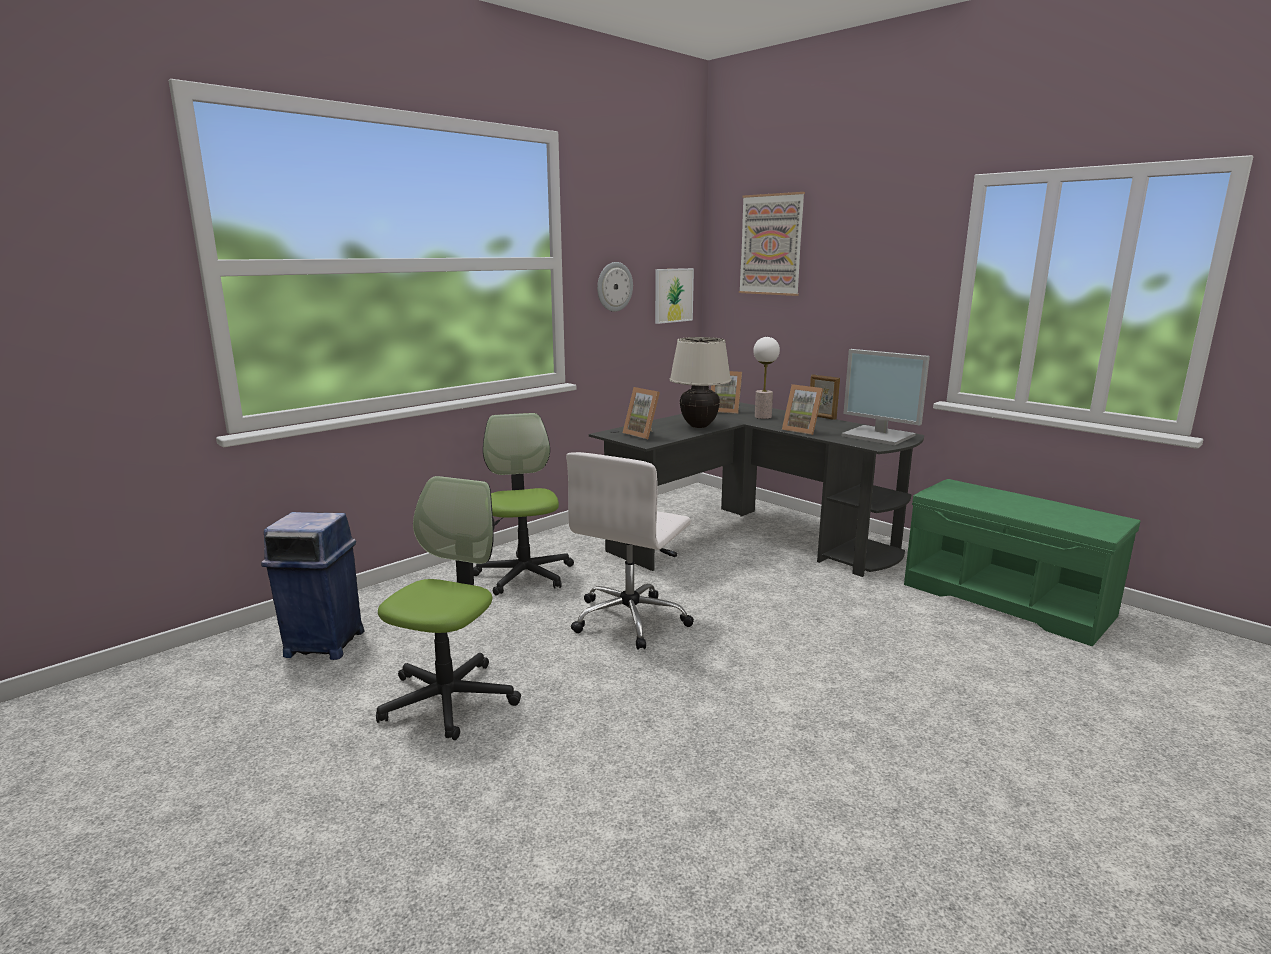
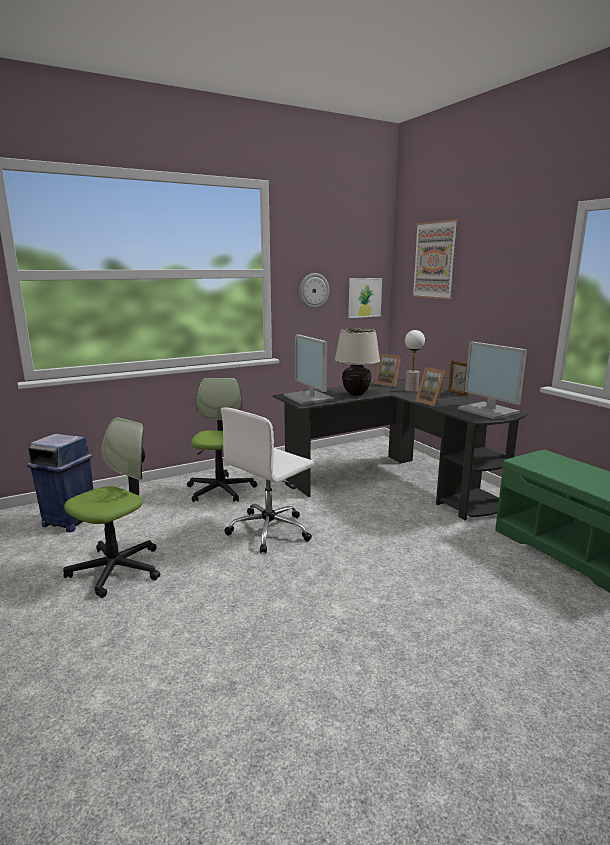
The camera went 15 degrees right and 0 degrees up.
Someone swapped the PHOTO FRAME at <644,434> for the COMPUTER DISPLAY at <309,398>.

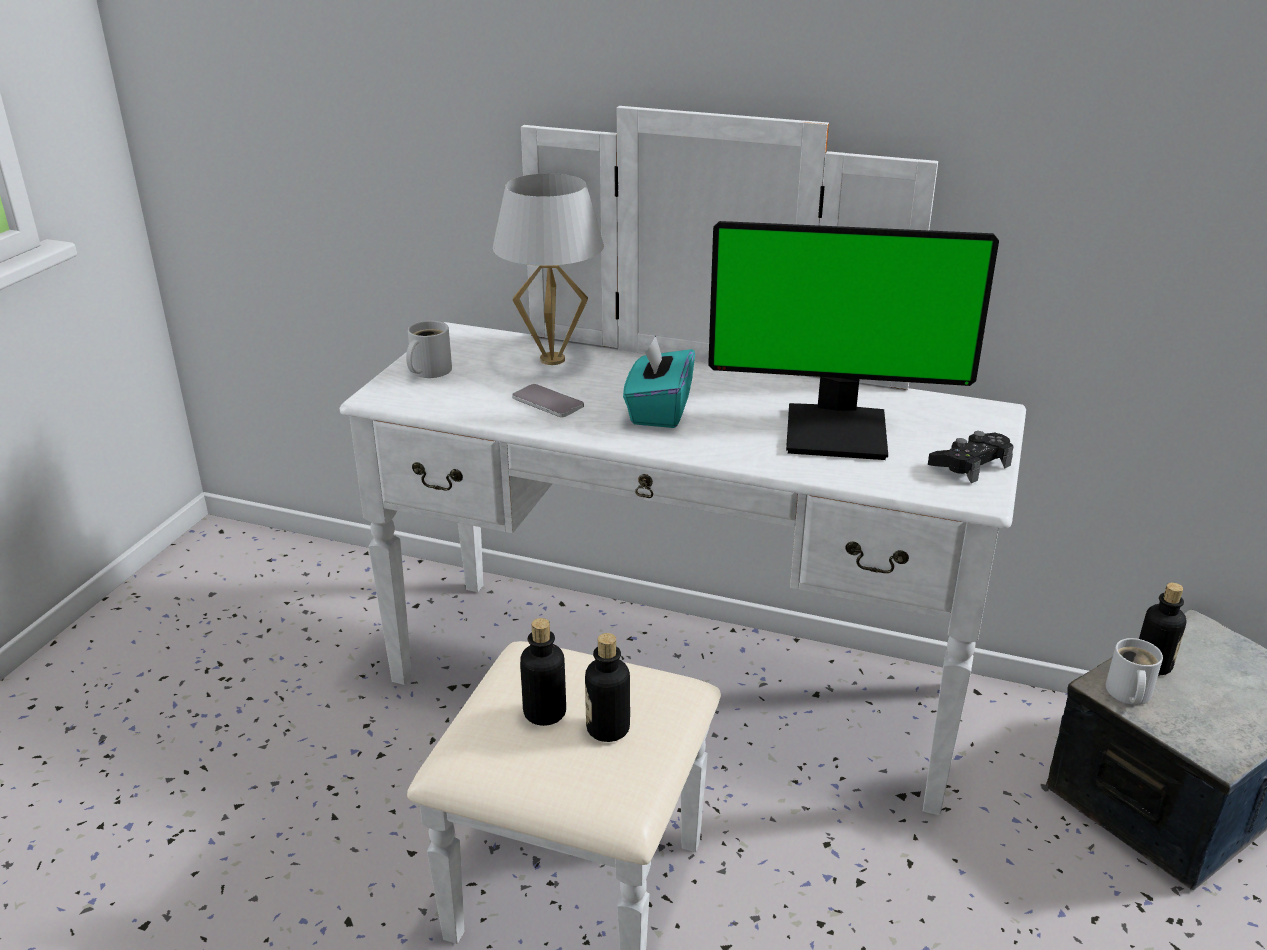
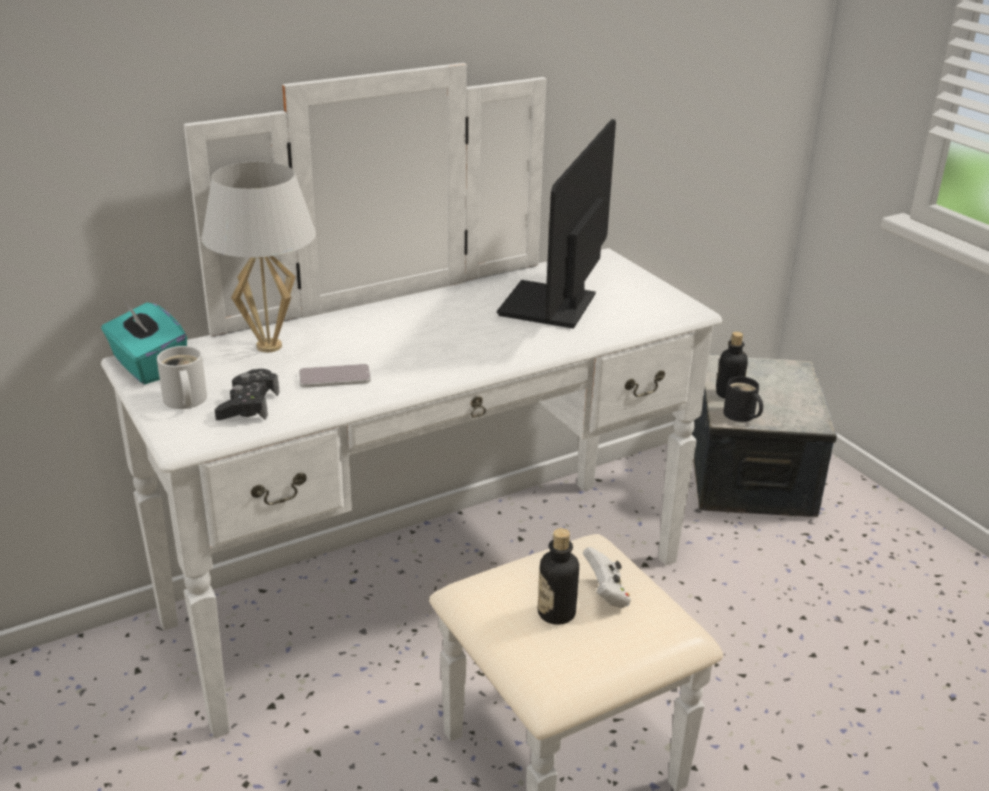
The camera went 50 degrees left and 0 degrees up.
Someone carried the BLUE-GREEN TISSUE BOX from <659,410> to <148,366>.
Someone carried the BLACK JOYPAD from <970,464> to <248,405>.
Someone rotated the COMPUTER DISPLAY at <838,431> by 150 degrees clockwise.
Someone swapped the BOTTLE at <608,728> for the WHITISH JOYPAD at <606,594>.
Someone repainted the WHITISH COFFEE MUG at <1127,693>, which became the BLACK COFFEE MUG at <740,415>.

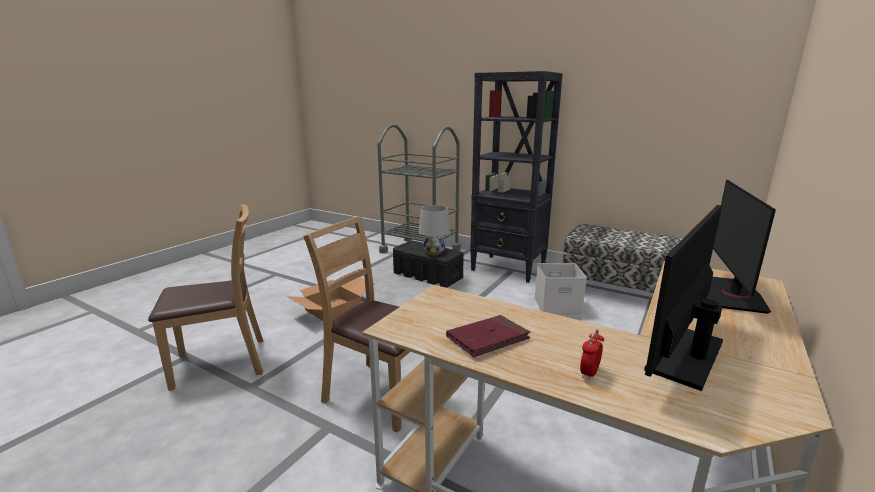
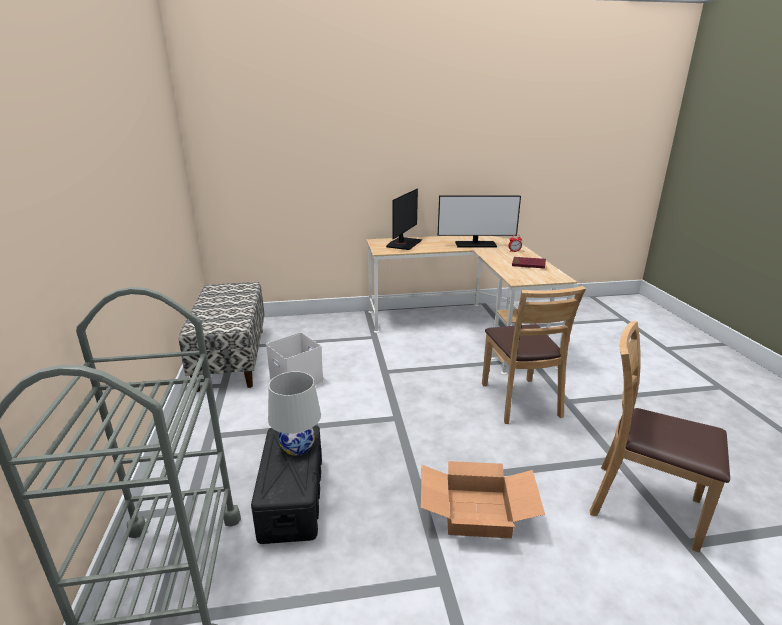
The camera went 130 degrees left and 5 degrees up.
Someone rotated the COMPUTER DISPLAY at <728,294> by 45 degrees counterclockwise.
Someone took away the BLACK BOOKCASE at <509,268>.

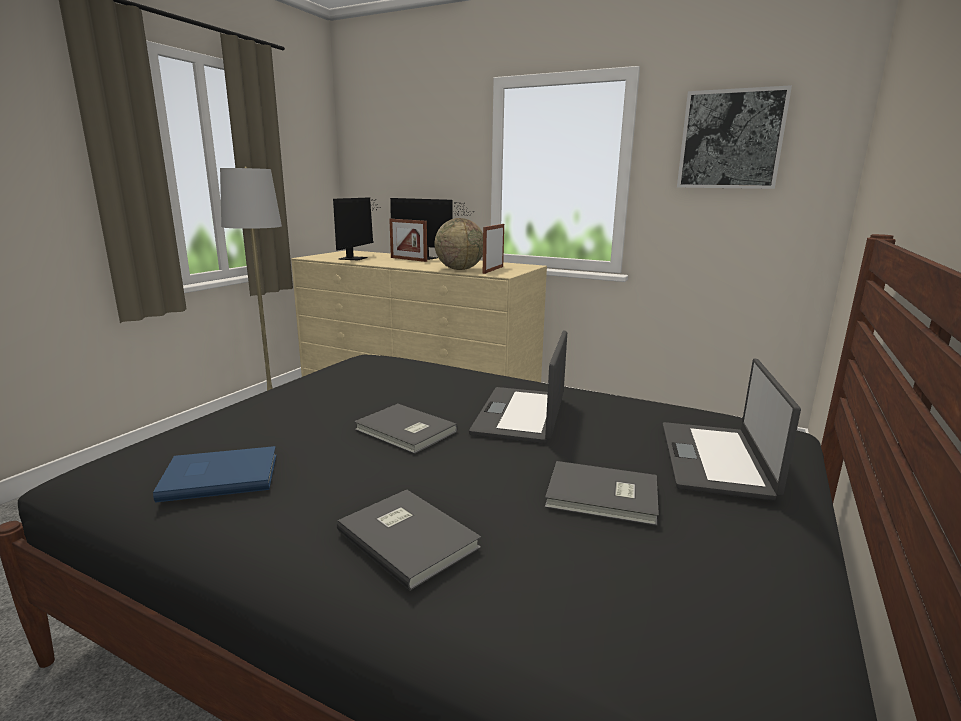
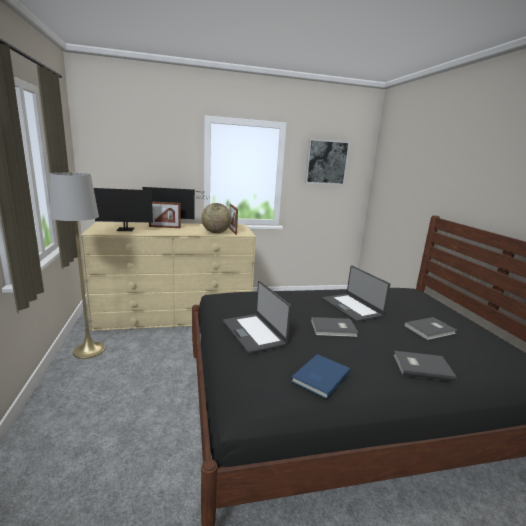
The camera went 40 degrees left and 0 degrees up.
Someone rotated the COMPUTER DISPLAY at <355,258> by 105 degrees clockwise.
Someone carried the PORTABLE COMPUTER from <716,459> to <254,332>.

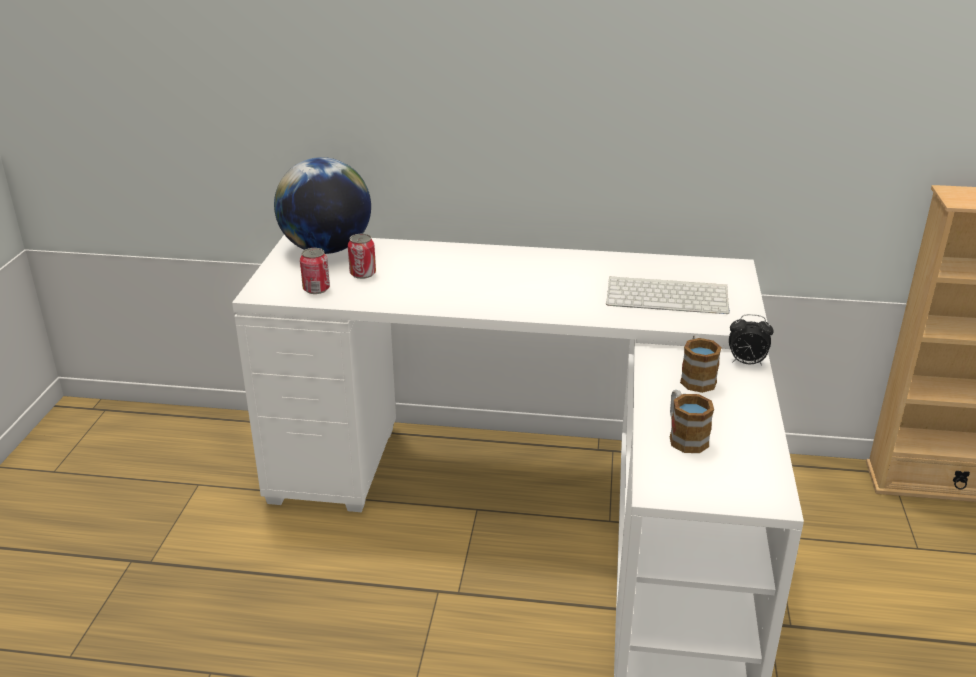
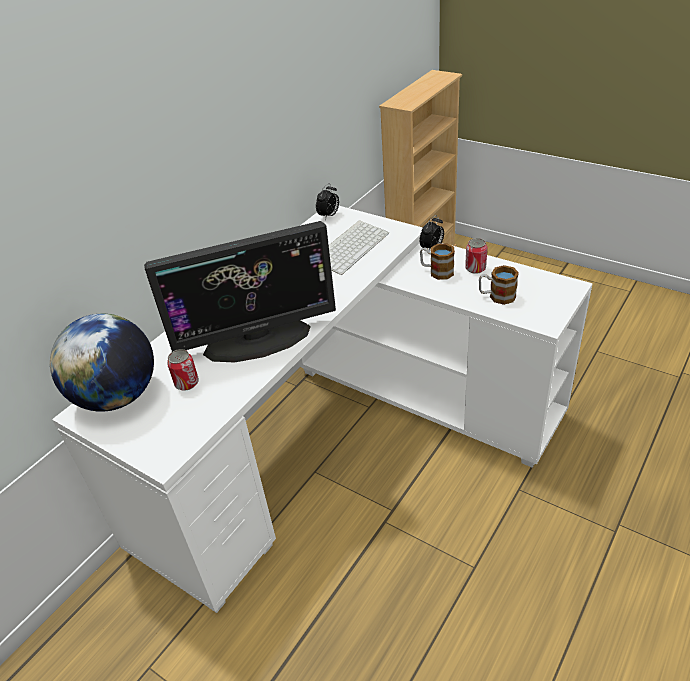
The camera went 60 degrees left and 10 degrees up.
Someone put down the COMPUTER DISPLAY at <257,339>.
Someone put down the ALARM CLOCK at <329,216>.
Someone carried the SEALED CAN from <316,289> to <475,268>.

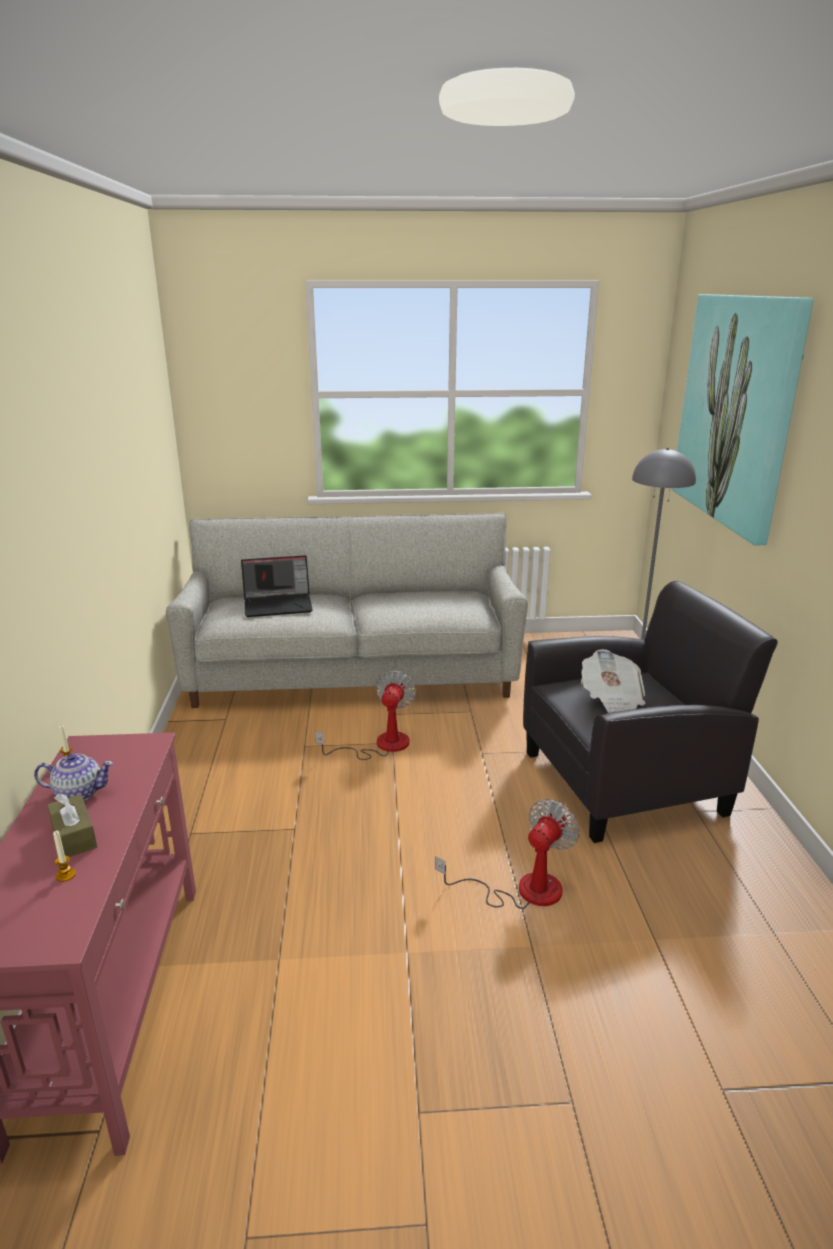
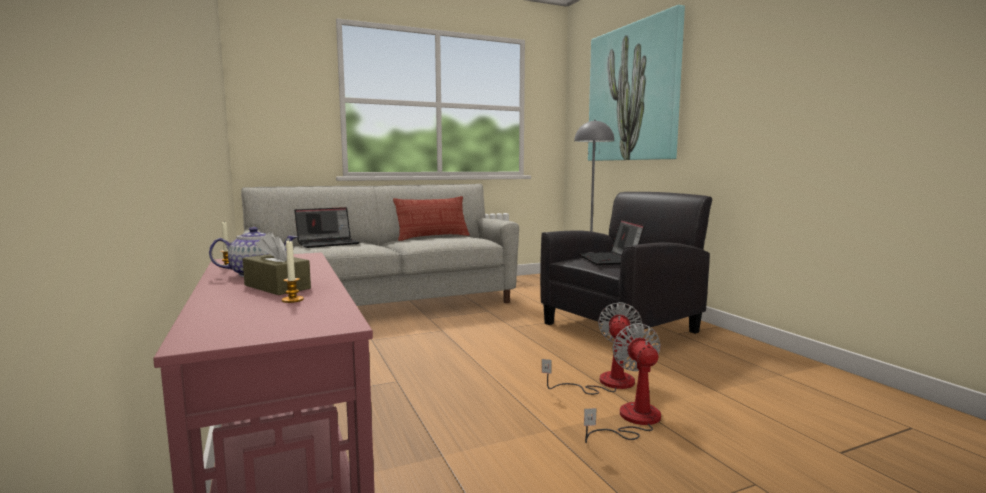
The camera went 20 degrees left and 15 degrees down.
Someone put down the PILLOW at <433,237>.
Someone swapped the DAILY PAPER at <611,699> for the PORTABLE COMPUTER at <609,259>.
Someone carried the COOLING FAN from <381,745> to <631,420>.

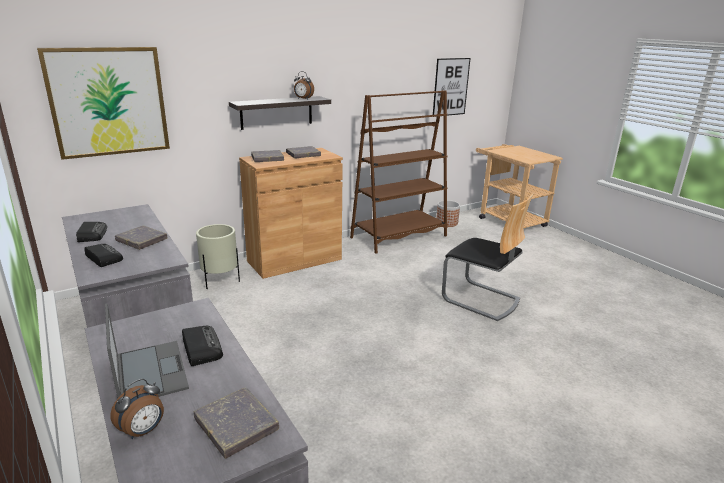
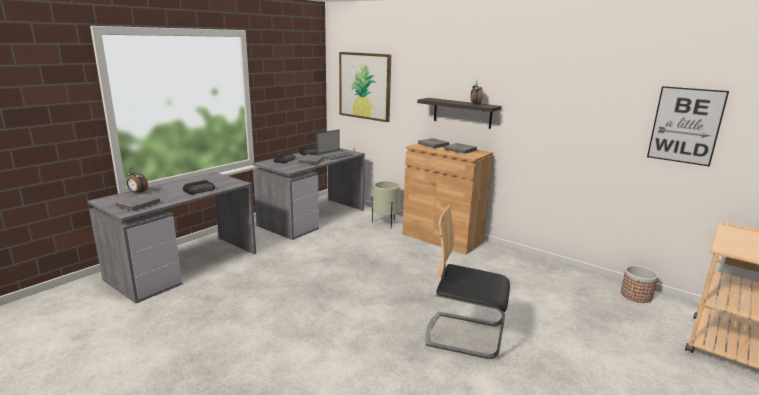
The camera went 70 degrees right and 5 degrees down.
Someone carried the PORTABLE COMPUTER from <150,371> to <335,155>.
Someone rotated the PLAIN CHAIR at <481,299> by 90 degrees clockwise.
Someone took away the BROWN-COLOURED BOOKCASE at <399,237>.

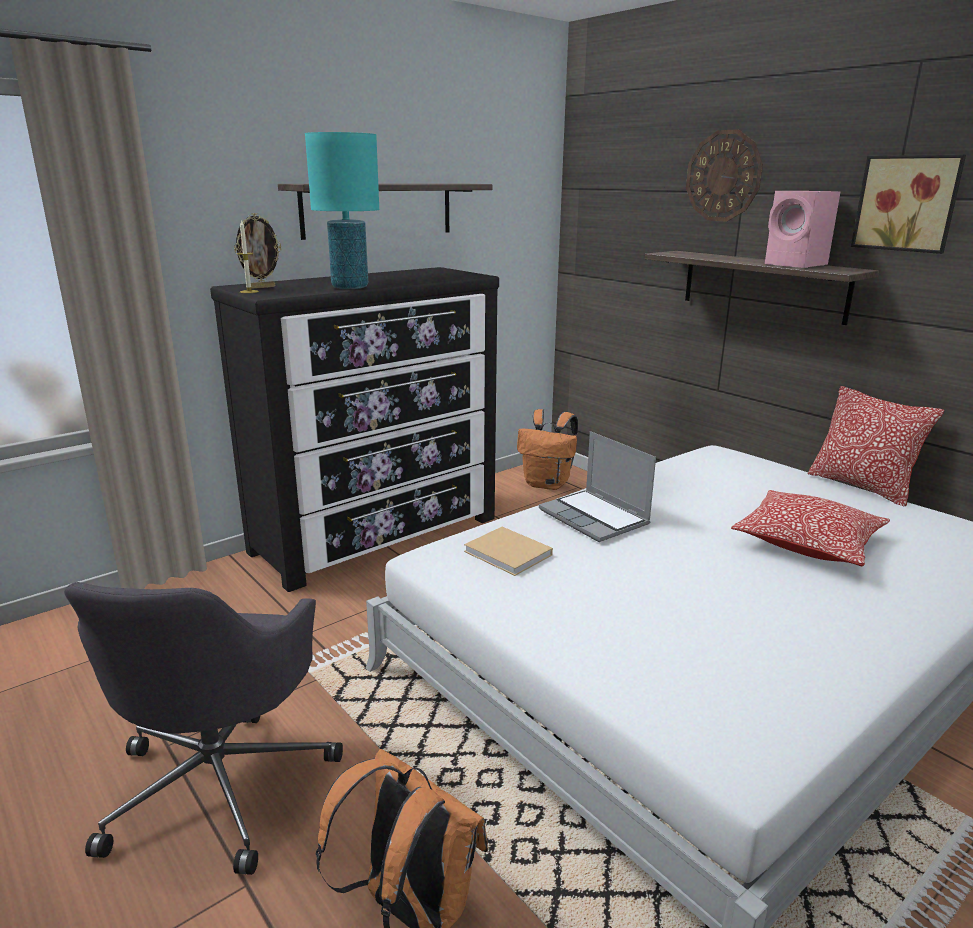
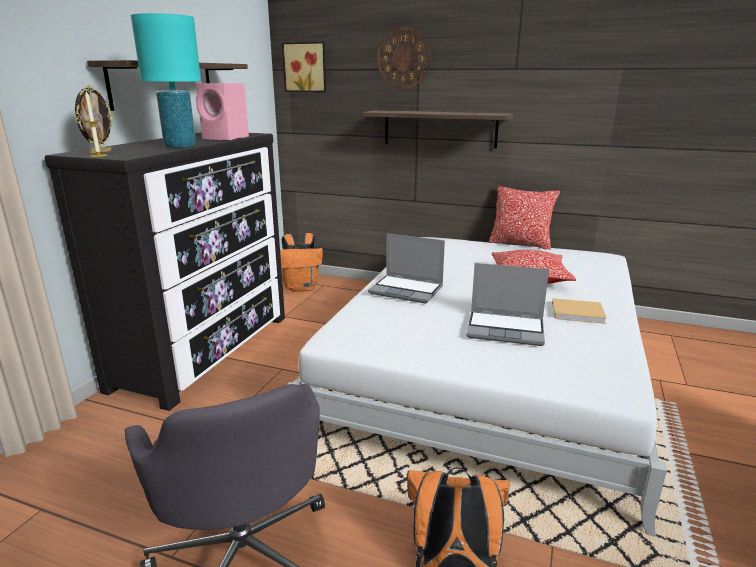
The camera went 30 degrees left and 0 degrees up.
Someone carried the PINK-COLOURED AUDIO SPEAKER from <797,265> to <226,138>.
Someone carried the WALL ART from <907,203> to <305,67>.
Someone put down the PORTABLE COMPUTER at <506,329>.
Someone carried the BEIGE BOUND BOOK from <509,554> to <579,313>.

